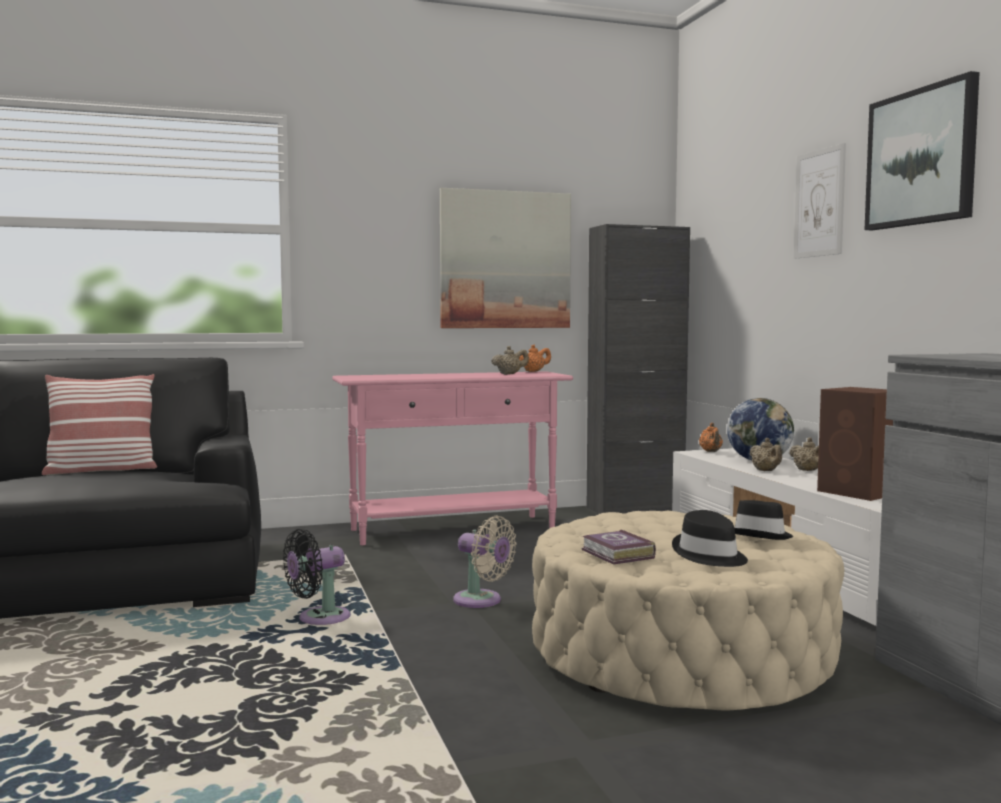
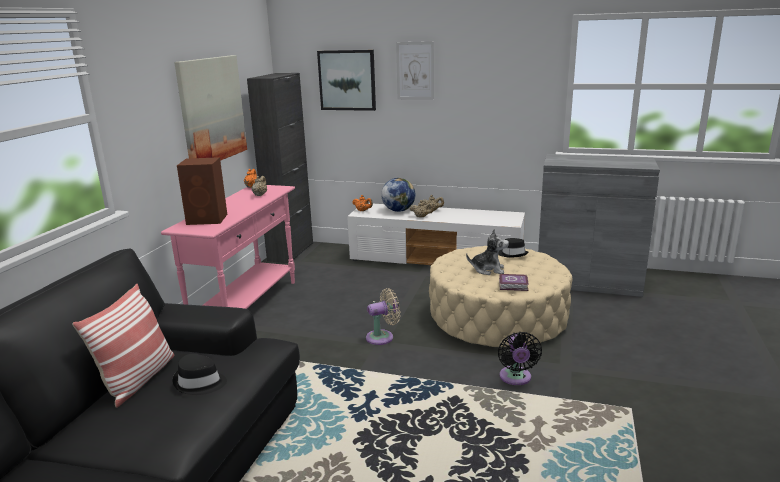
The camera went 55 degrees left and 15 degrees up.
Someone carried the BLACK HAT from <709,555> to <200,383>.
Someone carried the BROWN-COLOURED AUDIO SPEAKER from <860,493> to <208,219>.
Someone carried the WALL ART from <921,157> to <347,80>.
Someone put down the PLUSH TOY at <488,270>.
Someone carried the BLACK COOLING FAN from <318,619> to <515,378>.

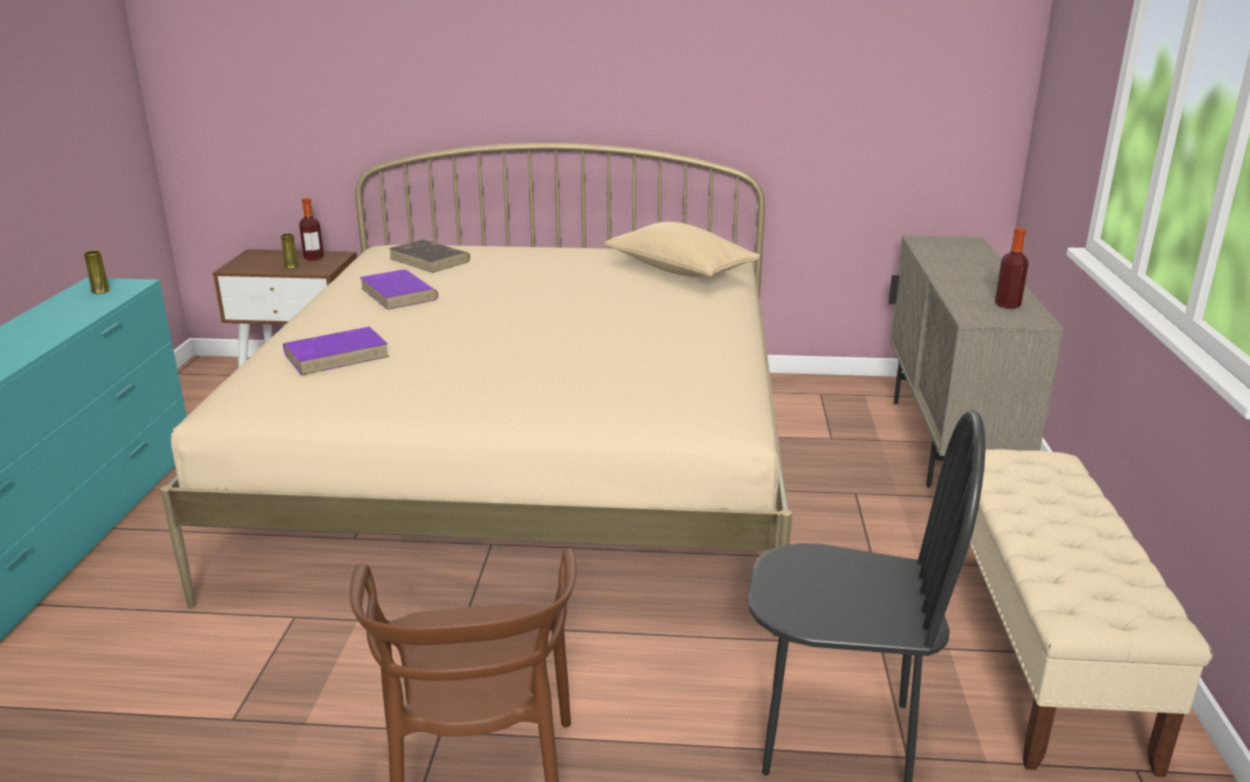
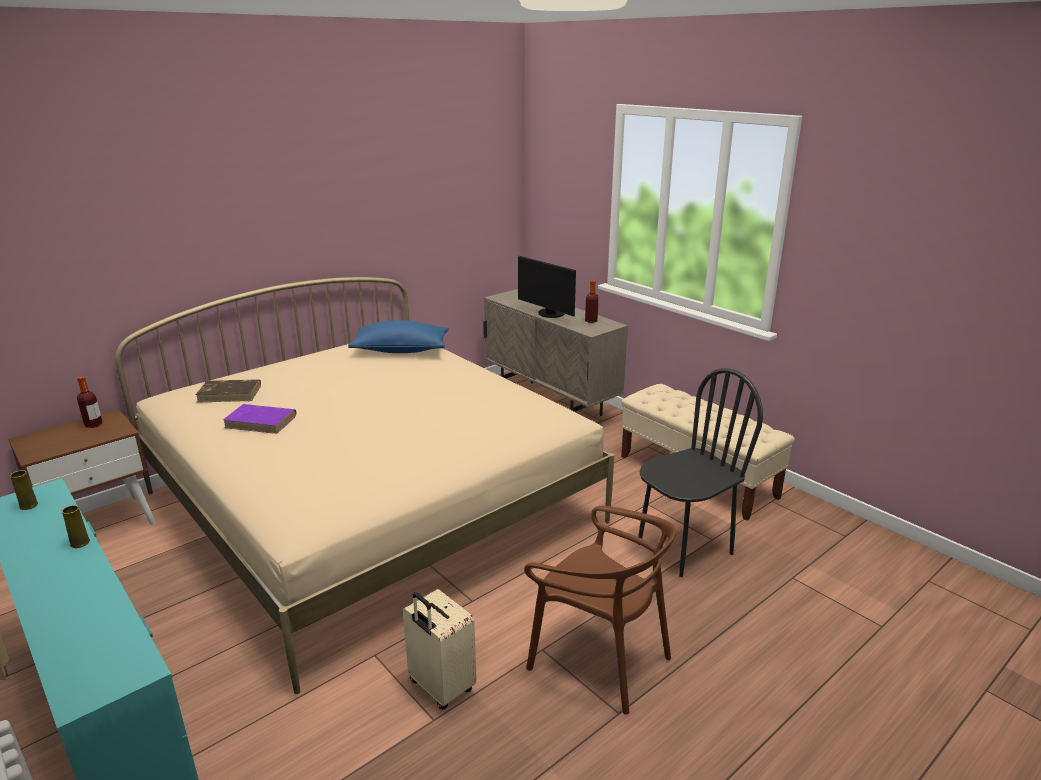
The camera went 45 degrees left and 0 degrees up.
Someone carried the YELLOW DECORATIVE VASE from <291,266> to <80,543>.
Someone repainted the BEIGE PILLOW at <680,270>, which became the BLUE-COLOURED PILLOW at <401,350>.
Someone put down the BEIGE TRAVEL CASE at <440,687>.
Someone put down the COMPUTER DISPLAY at <549,314>.
Someone took away the PURPLE-COLOURED BOUND BOOK at <337,355>.

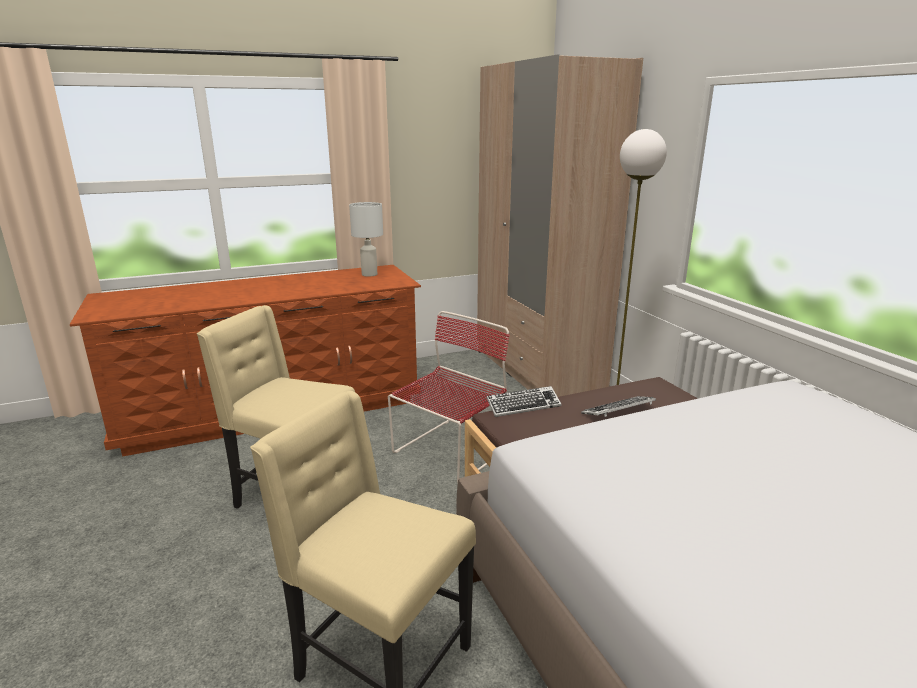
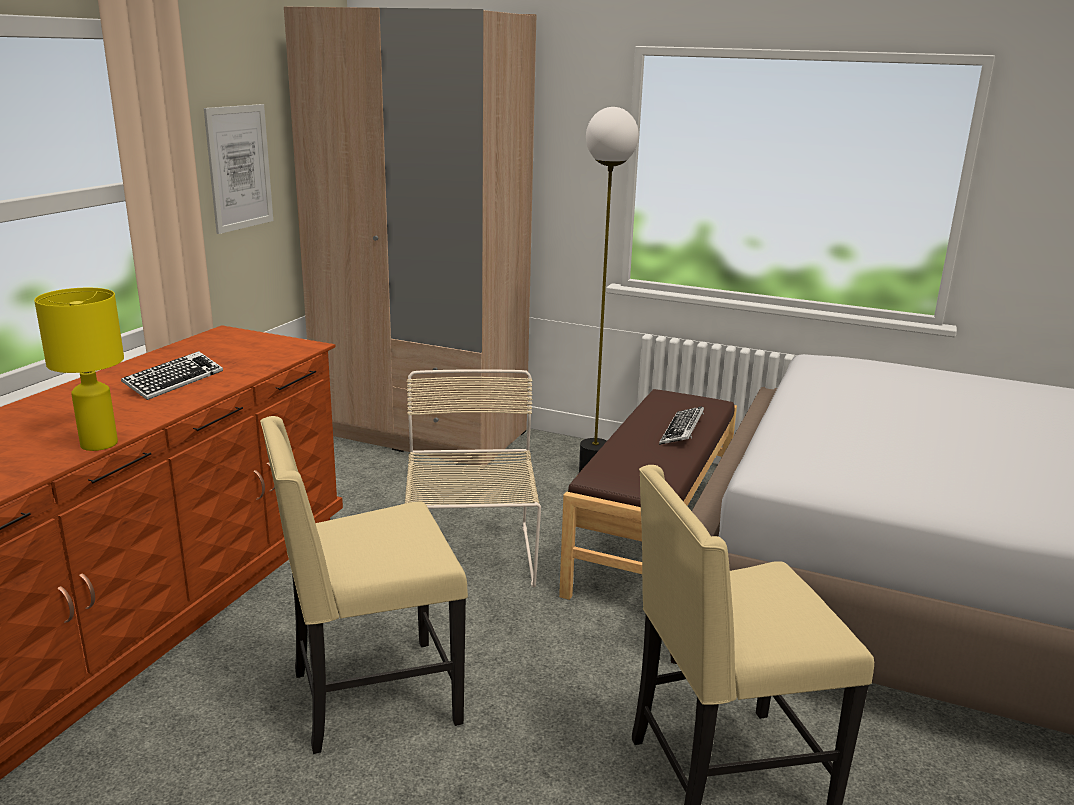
The camera went 45 degrees left and 0 degrees up.
Someone put down the YELLOW TABLETOP LAMP at <99,444>.
Someone carried the KEYBOARD from <523,405> to <174,381>.
Someone put up the WALL ART at <239,167>.
Someone repainted the REDDISH PLAIN CHAIR at <450,451>, which became the BEIGE PLAIN CHAIR at <471,560>.
Someone took away the WHITISH TABLETOP LAMP at <369,274>.

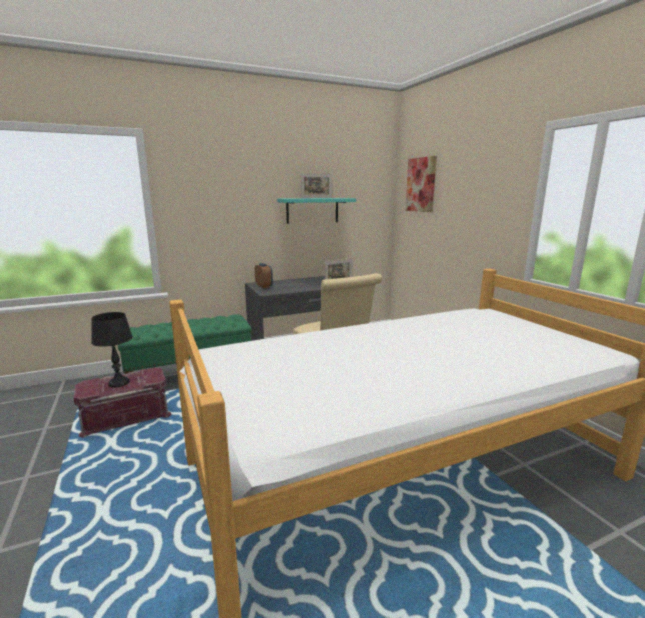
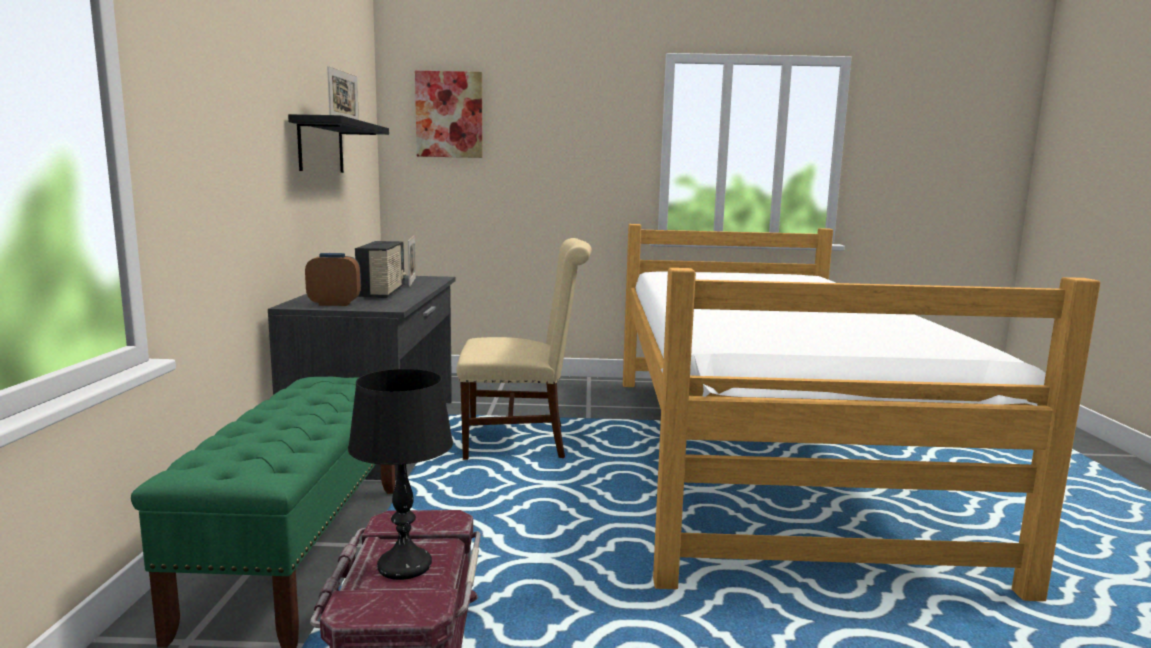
The camera went 65 degrees left and 5 degrees down.
Someone repainted the BLUE-GREEN SHELF at <312,210>, which became the BLACK SHELF at <321,146>.
Someone put down the RADIO SET at <383,293>.

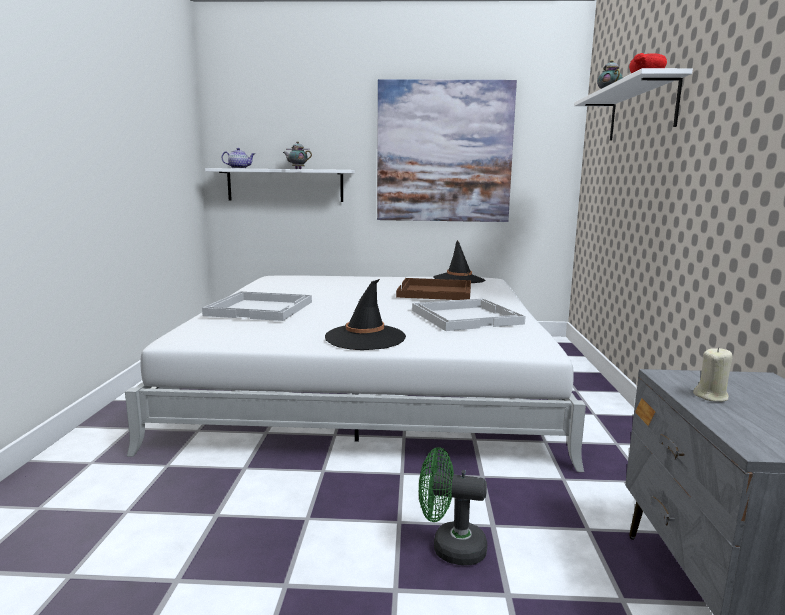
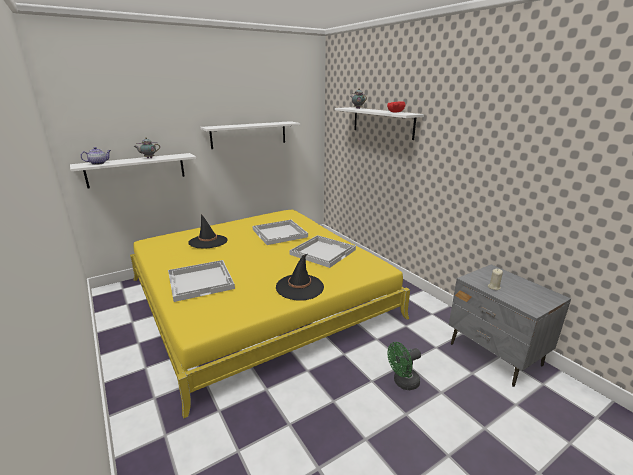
The camera went 35 degrees left and 10 degrees up.
Someone repainted the WHITISH BED at <370,379>, which became the YELLOW BED at <259,297>.
Someone carried the BLACK HAT from <459,279> to <208,242>.
Someone swapped the WALL ART at <444,152> for the WHITISH SHELF at <249,134>.
Someone repainted the BROWN-COLOURED TRAY at <436,292>, which became the WHITISH TRAY at <280,233>.

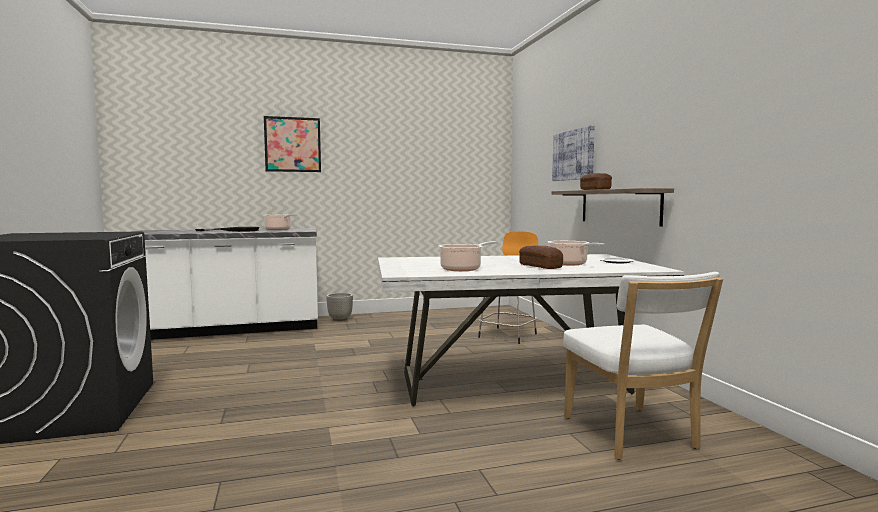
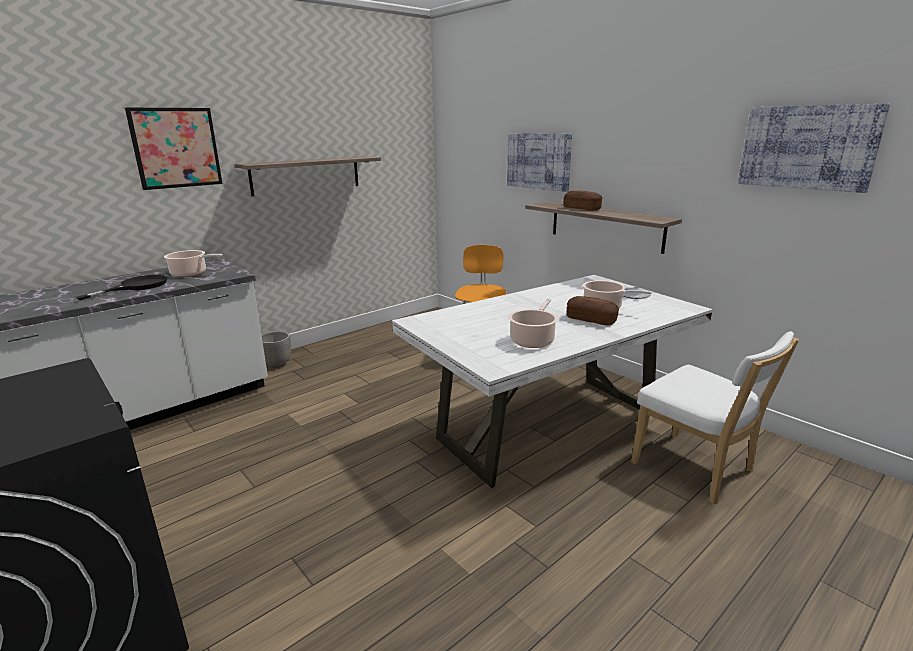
The camera went 25 degrees left and 15 degrees up.
Someone put up the SHELF at <306,175>.
Someone put up the WALL ART at <807,147>.

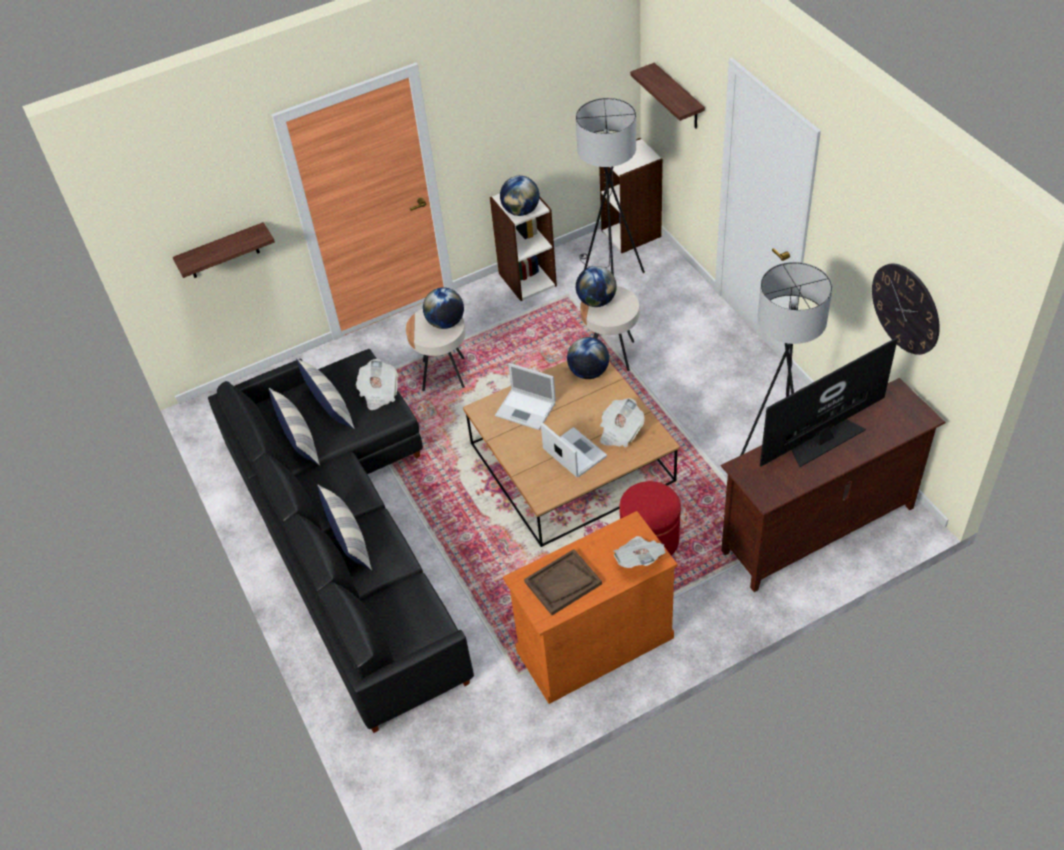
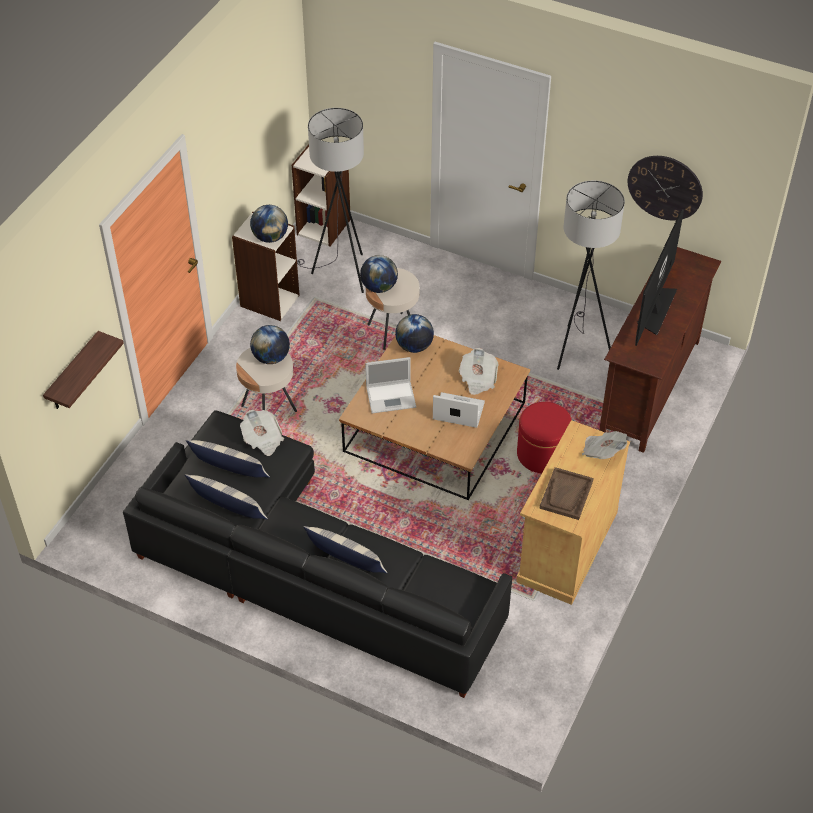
The camera went 40 degrees left and 0 degrees up.
Someone repainted the ORANGE STORAGE CABINET at <594,644>, which became the BEIGE STORAGE CABINET at <567,546>.
Someone took away the SHELF at <678,98>.

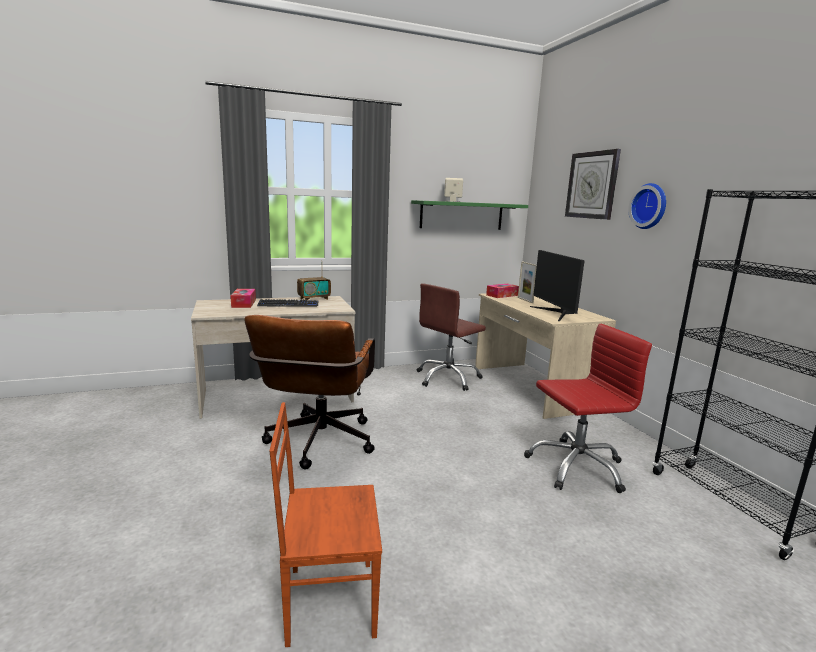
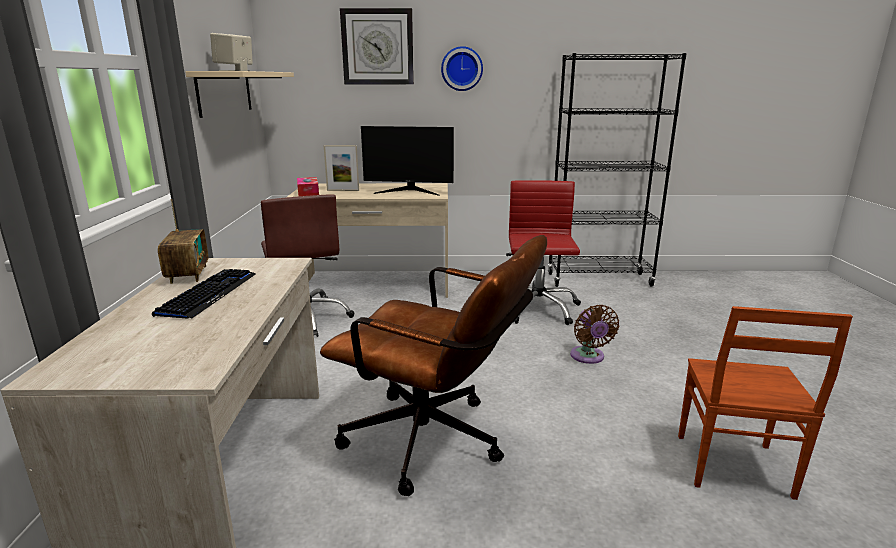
The camera went 70 degrees left and 5 degrees up.
Someone repainted the GREEN-COLOURED SHELF at <461,215>, which became the BEIGE SHELF at <225,92>.
Someone put down the BROWN-COLOURED COOLING FAN at <588,357>.
Someone took away the TISSUE BOX at <244,303>.

